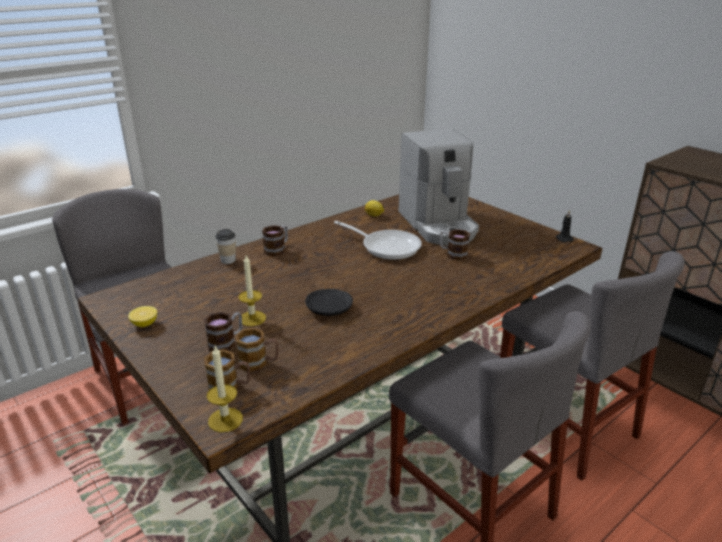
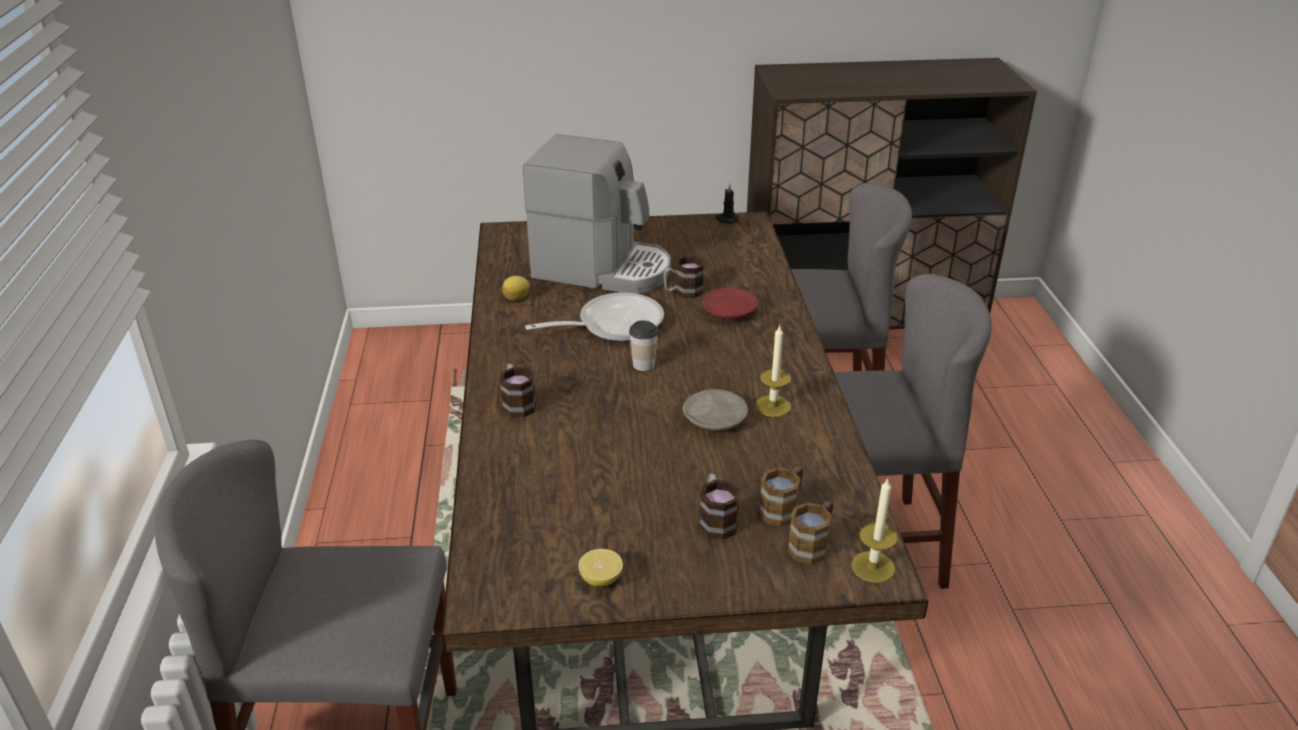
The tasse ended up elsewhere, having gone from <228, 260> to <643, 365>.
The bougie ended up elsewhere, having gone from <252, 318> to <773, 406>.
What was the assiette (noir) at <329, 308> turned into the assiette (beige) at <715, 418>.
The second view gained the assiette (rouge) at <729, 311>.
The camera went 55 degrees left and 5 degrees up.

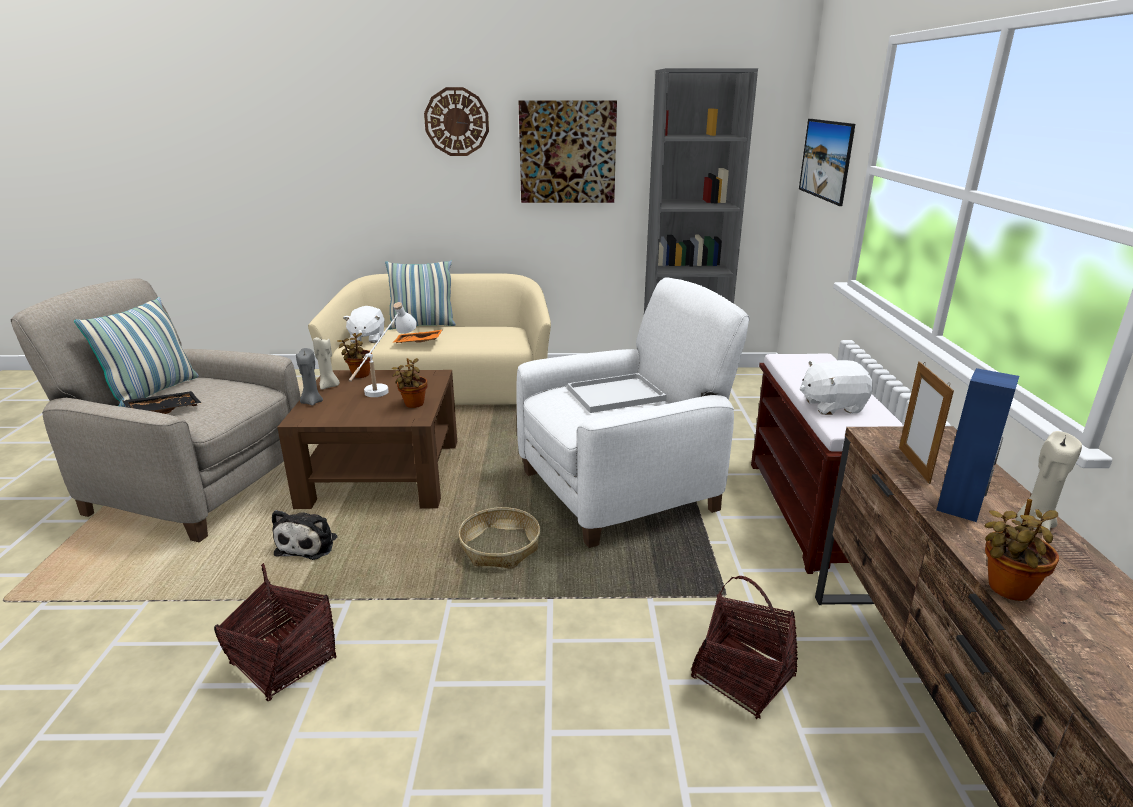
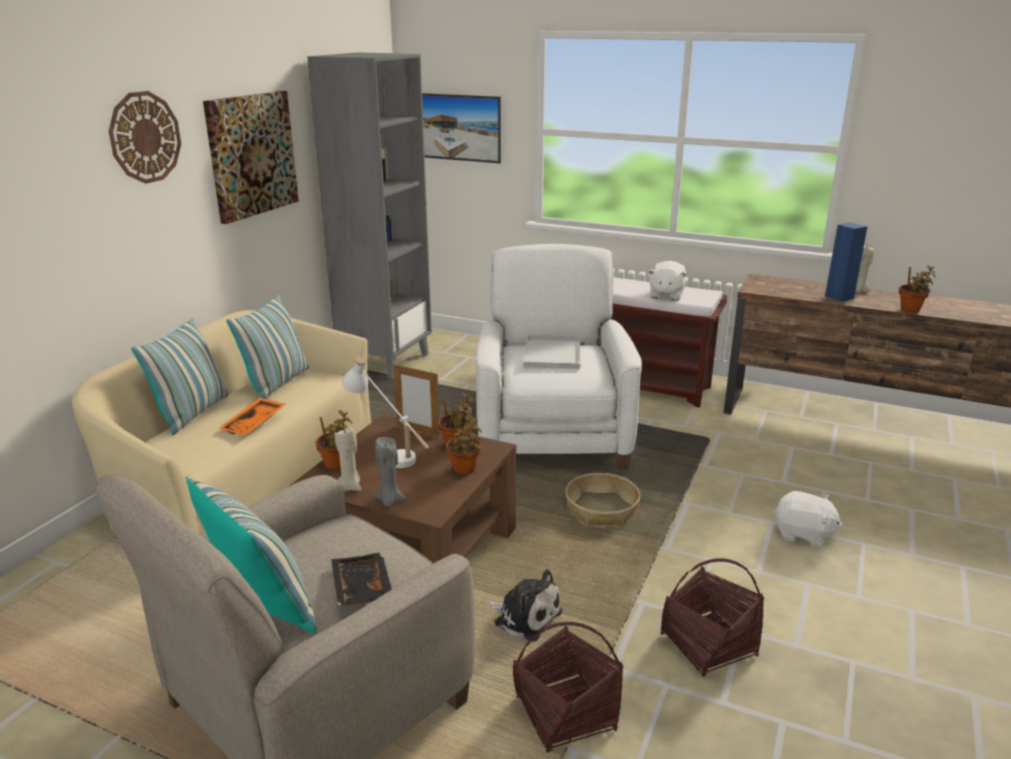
The peluche (blanc) ended up elsewhere, having gone from <367, 338> to <803, 534>.
The panier ended up elsewhere, having gone from <743, 678> to <566, 714>.
The cadre photo ended up elsewhere, having gone from <914, 465> to <418, 431>.
The second view gained the coussin at <277, 383>.
The second view gained the plante en pot at <464, 470>.
The camera went 65 degrees left and 0 degrees up.

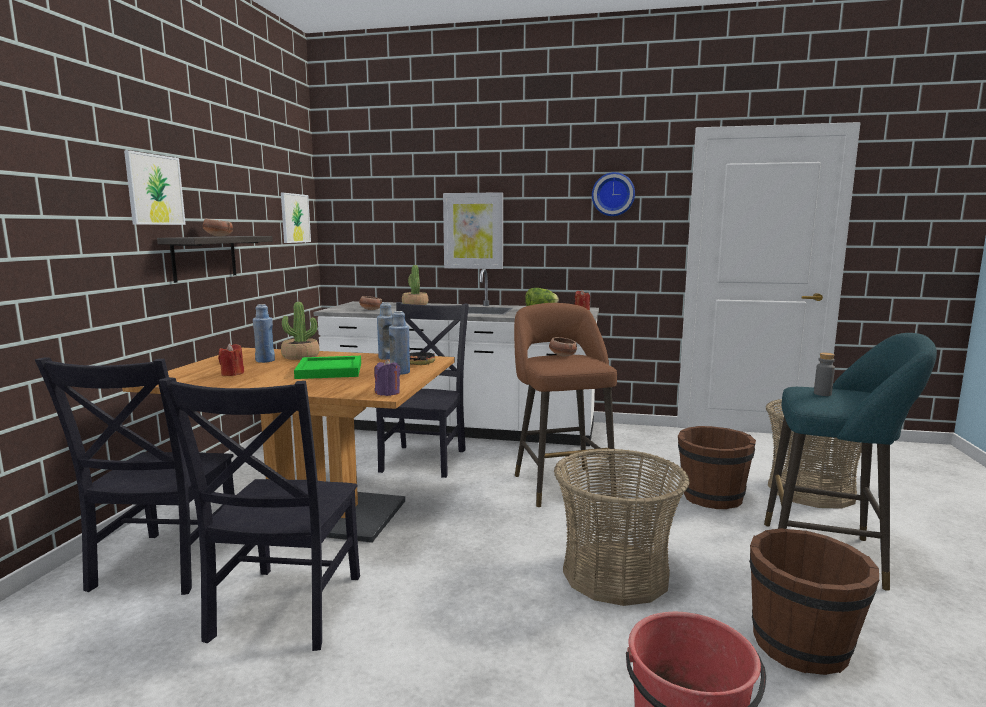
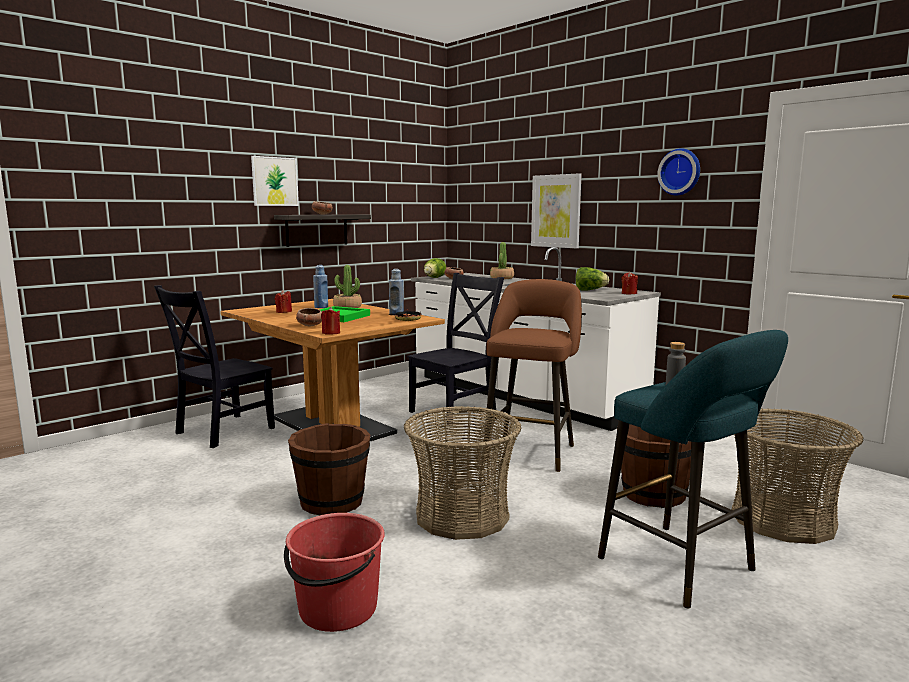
The second view lost the chaise (noir) at <284, 611>.
The second view lost the tableau at <295, 218>.
What was the bougie (violet) at <387, 393> turned into the bougie (rouge) at <331, 333>.
The second view lost the bouteille (bleu) at <400, 372>.
The bol ended up elsewhere, having gone from <562, 355> to <310, 325>.
The seau (marron) ended up elsewhere, having gone from <802, 645> to <332, 502>.
The second view gained the laitue at <434, 278>.
The camera went 35 degrees right and 0 degrees up.

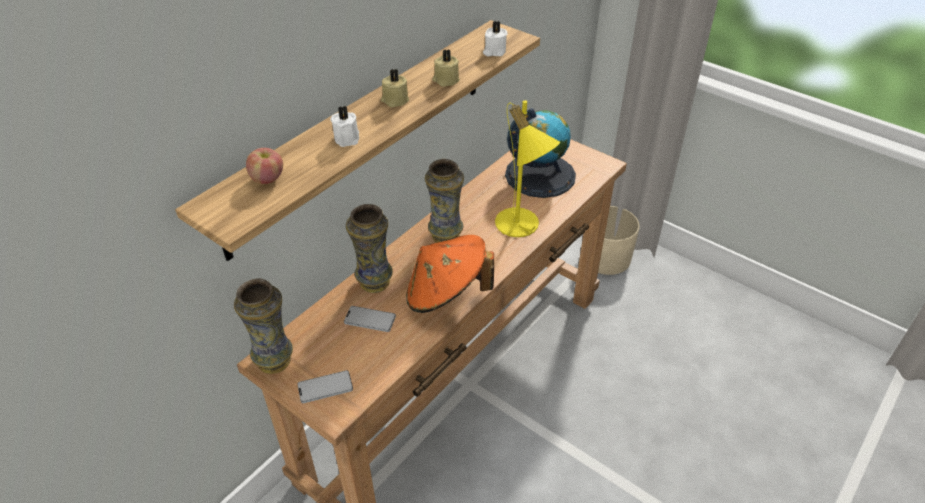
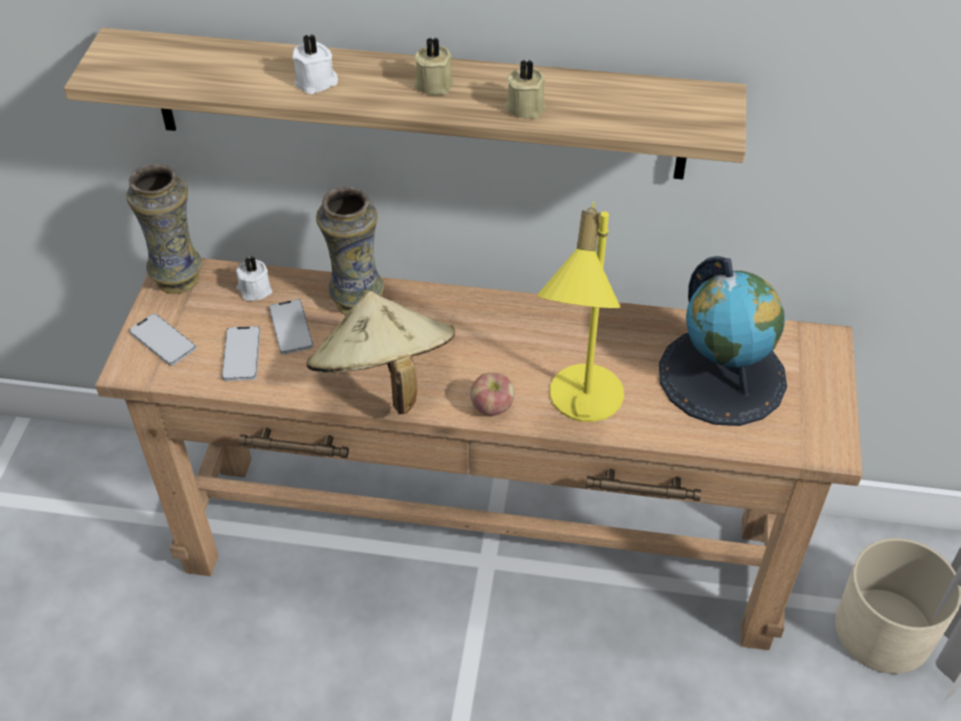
The pomme ended up elsewhere, having gone from <267, 178> to <492, 407>.
What was the chapeau (orange) at <446, 294> turned into the chapeau (beige) at <383, 380>.
The second view lost the vase at <445, 235>.
The bougie (blanc) ended up elsewhere, having gone from <494, 51> to <254, 290>.
The second view gained the téléphone at <241, 354>.
The camera went 60 degrees right and 5 degrees up.

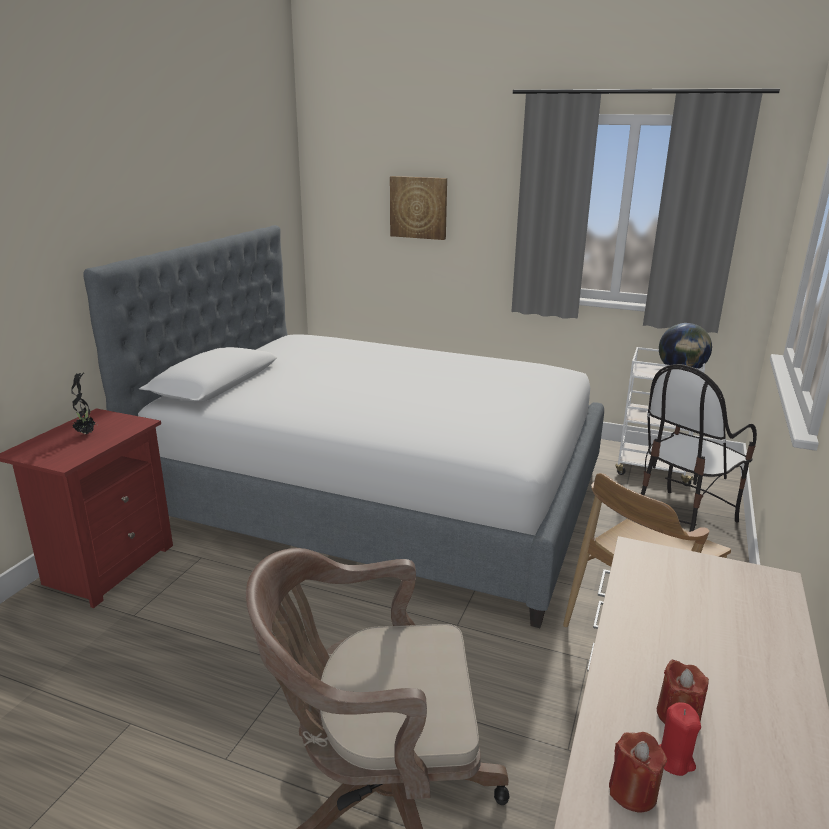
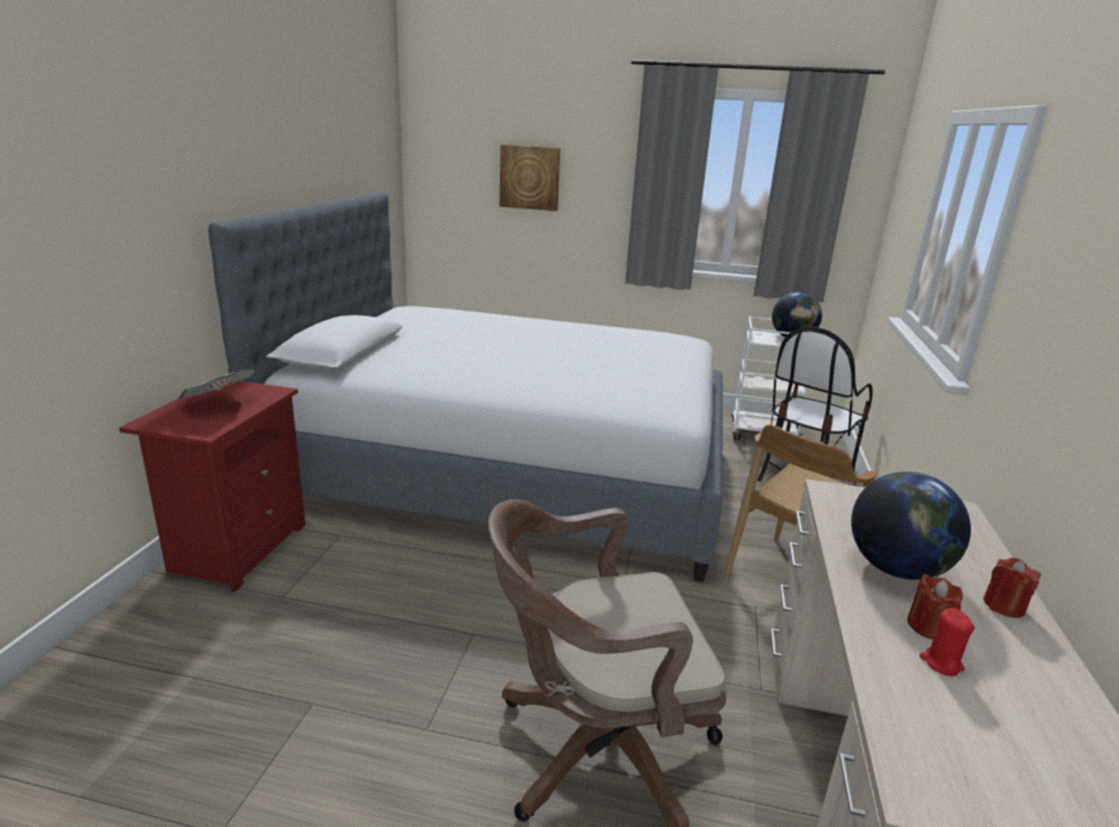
Where the plante en pot stood at <86, 433>, the journal came to stand at <219, 403>.
The bougie (rouge) ended up elsewhere, having gone from <633, 791> to <1004, 606>.
The second view gained the globe at <896, 568>.
The camera went 10 degrees left and 0 degrees up.

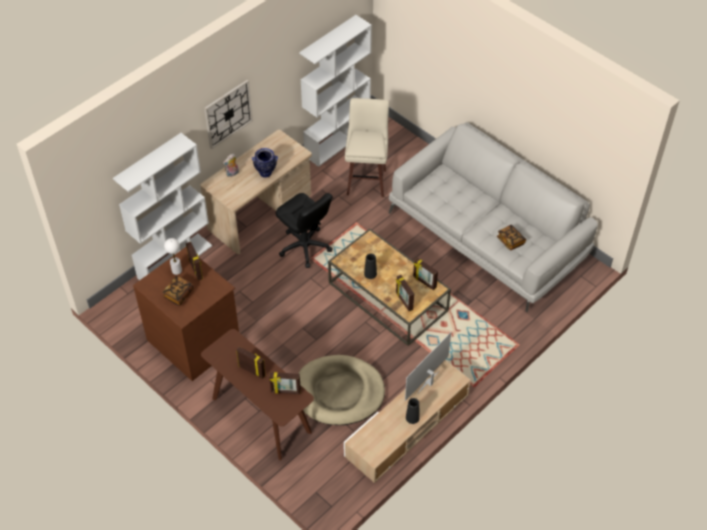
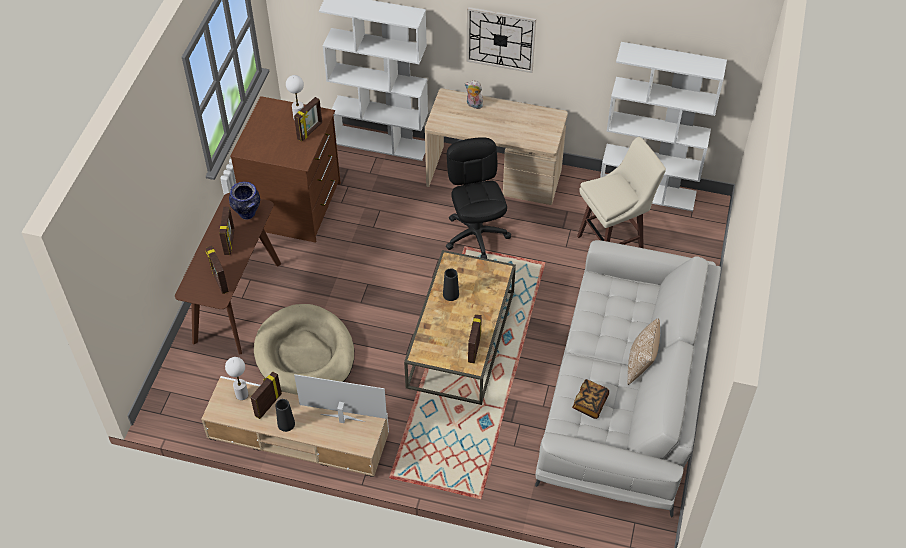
The second view lost the livre at <178, 295>.
The vase ended up elsewhere, having gone from <266, 173> to <247, 214>.
The chaise de bureau (noir) at <305, 247> ended up facing another way, 150 degrees clockwise from before.
The cadre photo ended up elsewhere, having gone from <404, 301> to <267, 405>.
The second view gained the lampe de table (blanc) at <242, 394>.
The second view gained the coussin at <640, 365>.
The camera went 60 degrees right and 0 degrees up.

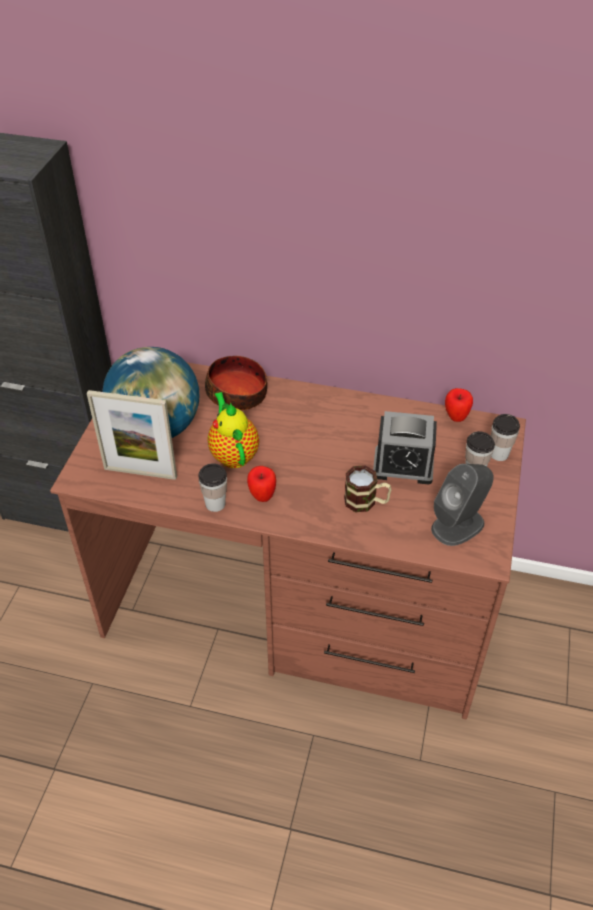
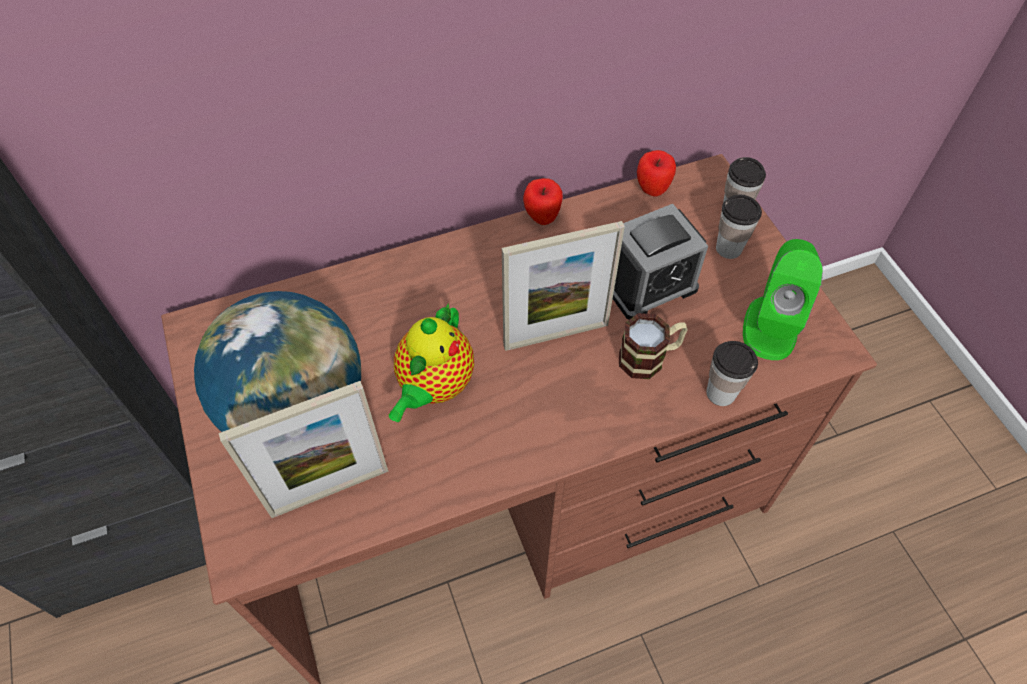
The tasse ended up elsewhere, having gone from <215, 504> to <721, 393>.
The second view lost the bol at <237, 394>.
The théière at <233, 454> ended up facing another way, 105 degrees counterclockwise from before.
The pomme ended up elsewhere, having gone from <262, 496> to <542, 219>.
What was the enceinte (gris) at <458, 525> turned into the enceinte (vert) at <770, 326>.
The second view gained the cadre photo at <556, 335>.
The camera went 35 degrees left and 10 degrees up.

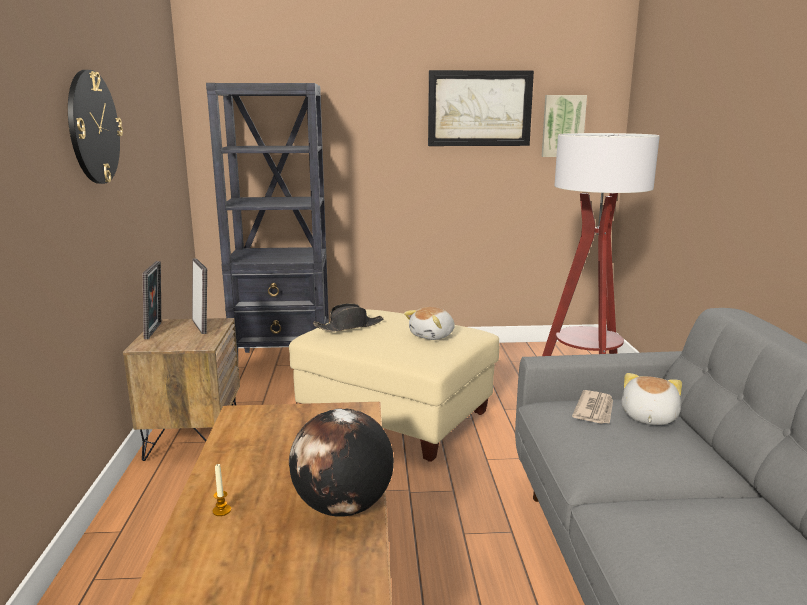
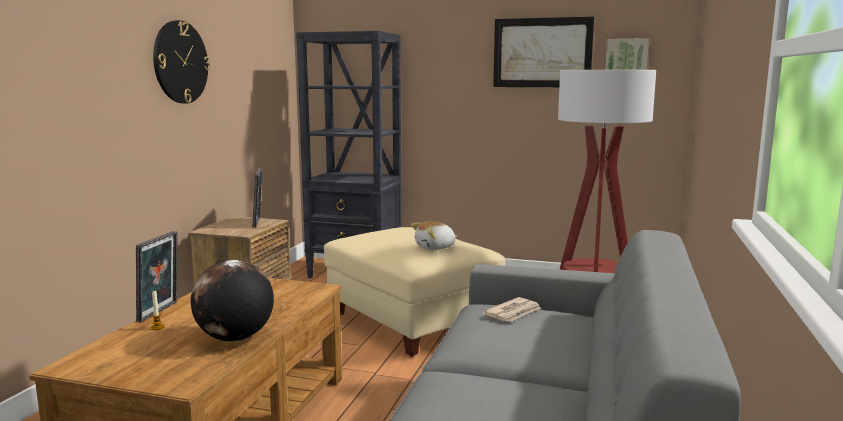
The cadre photo ended up elsewhere, having gone from <156, 330> to <160, 312>.
The second view lost the chapeau (noir) at <349, 326>.
The second view lost the peluche at <647, 417>.
The camera went 20 degrees right and 5 degrees down.

